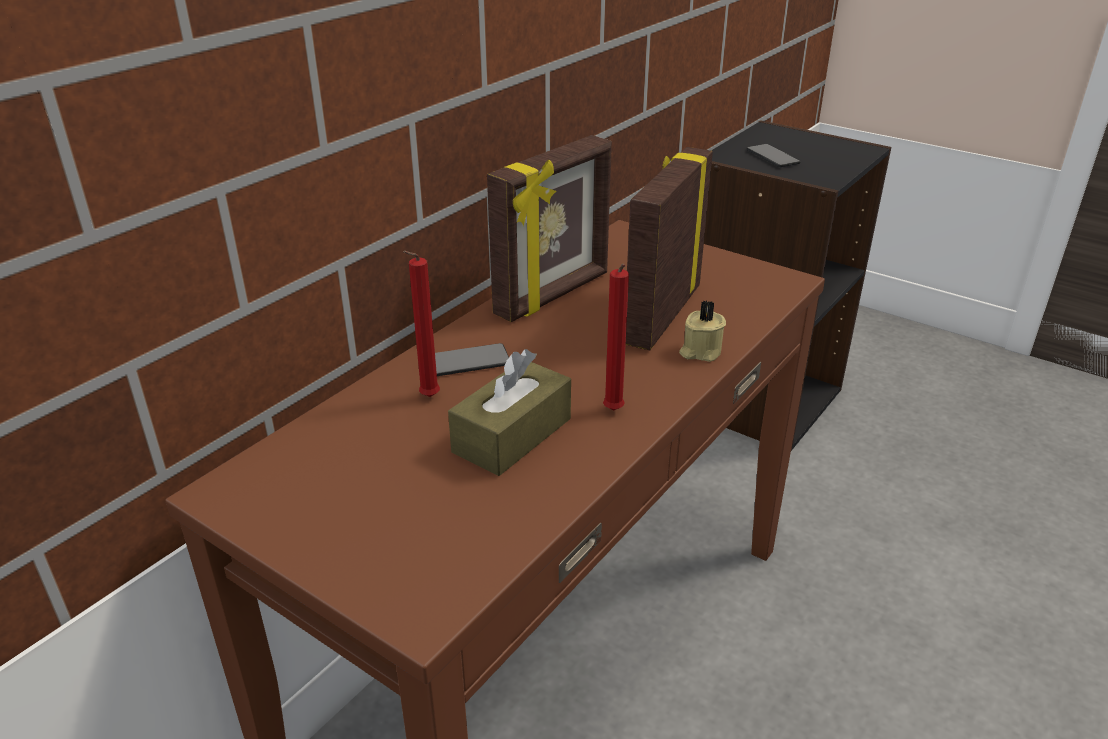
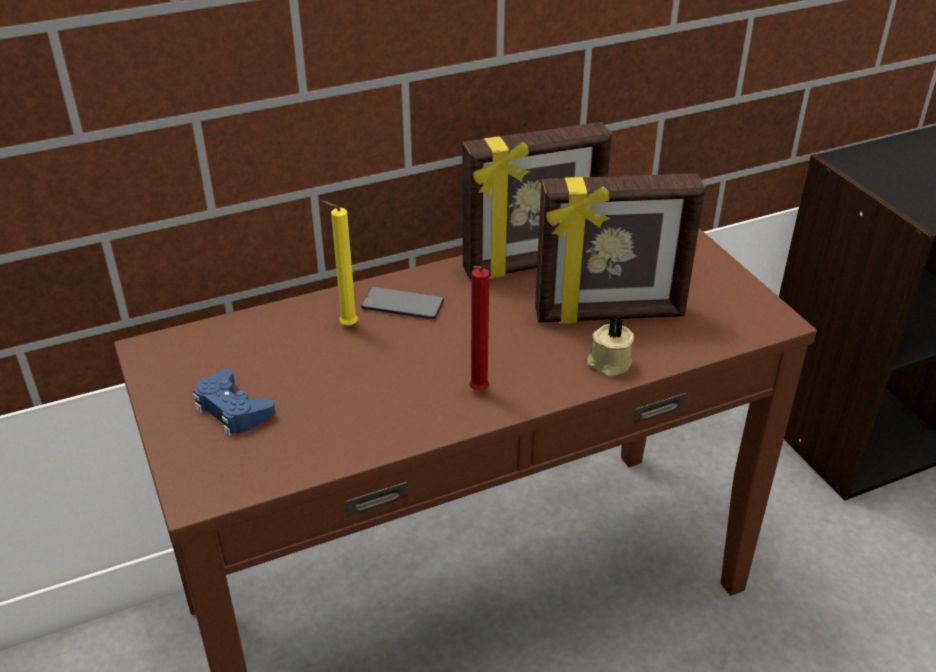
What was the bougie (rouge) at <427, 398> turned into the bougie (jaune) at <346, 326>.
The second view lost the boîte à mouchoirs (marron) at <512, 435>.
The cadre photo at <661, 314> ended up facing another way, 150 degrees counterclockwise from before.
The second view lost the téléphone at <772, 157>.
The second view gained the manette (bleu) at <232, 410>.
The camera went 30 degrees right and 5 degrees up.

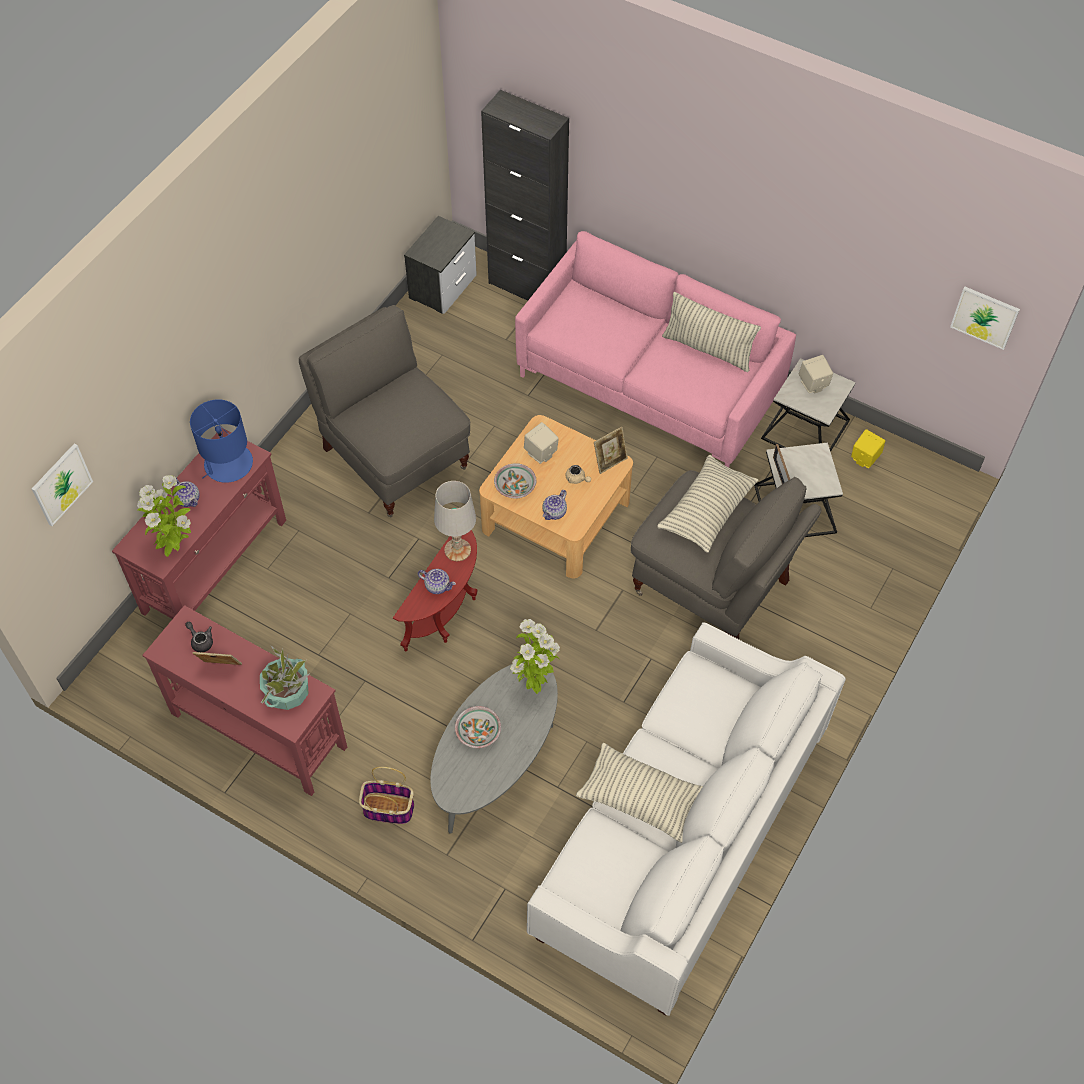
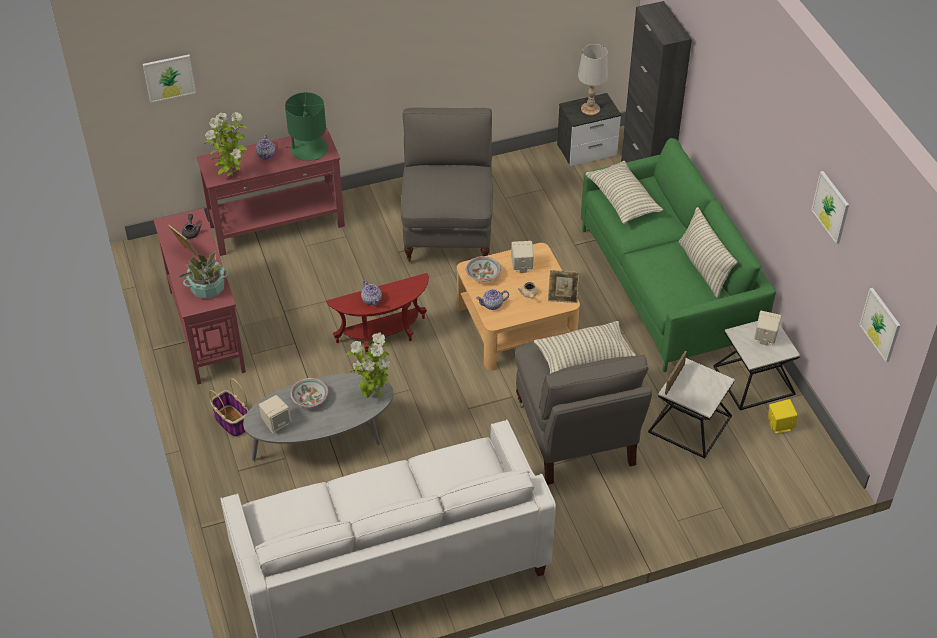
What was the lampe de table (bleu) at <228, 464> turned into the lampe de table (vert) at <308, 149>.
The lampe de table (blanc) ended up elsewhere, having gone from <457, 549> to <590, 108>.
What was the canapé (rose) at <650, 384> turned into the canapé (vert) at <668, 286>.
The coussin ended up elsewhere, having gone from <640, 799> to <622, 200>.
The second view gained the enceinte (beige) at <276, 423>.
The second view gained the tableau at <831, 207>.
The camera went 40 degrees right and 10 degrees down.

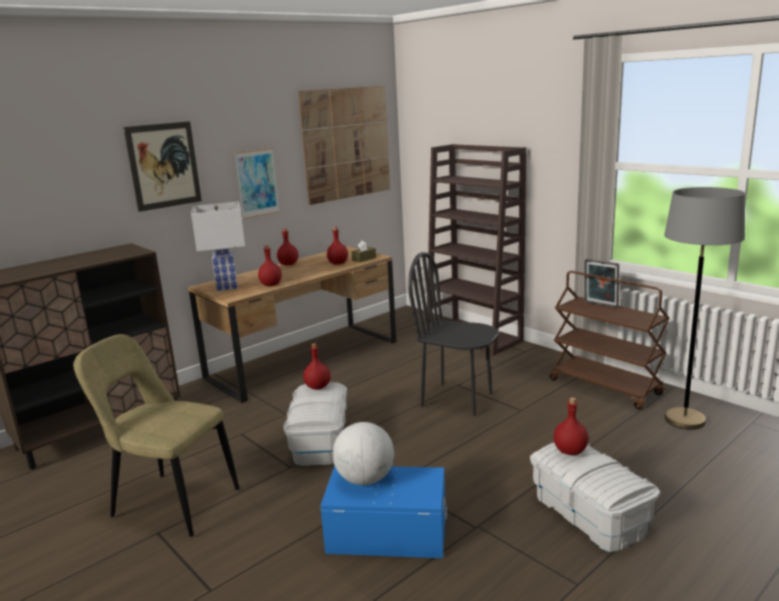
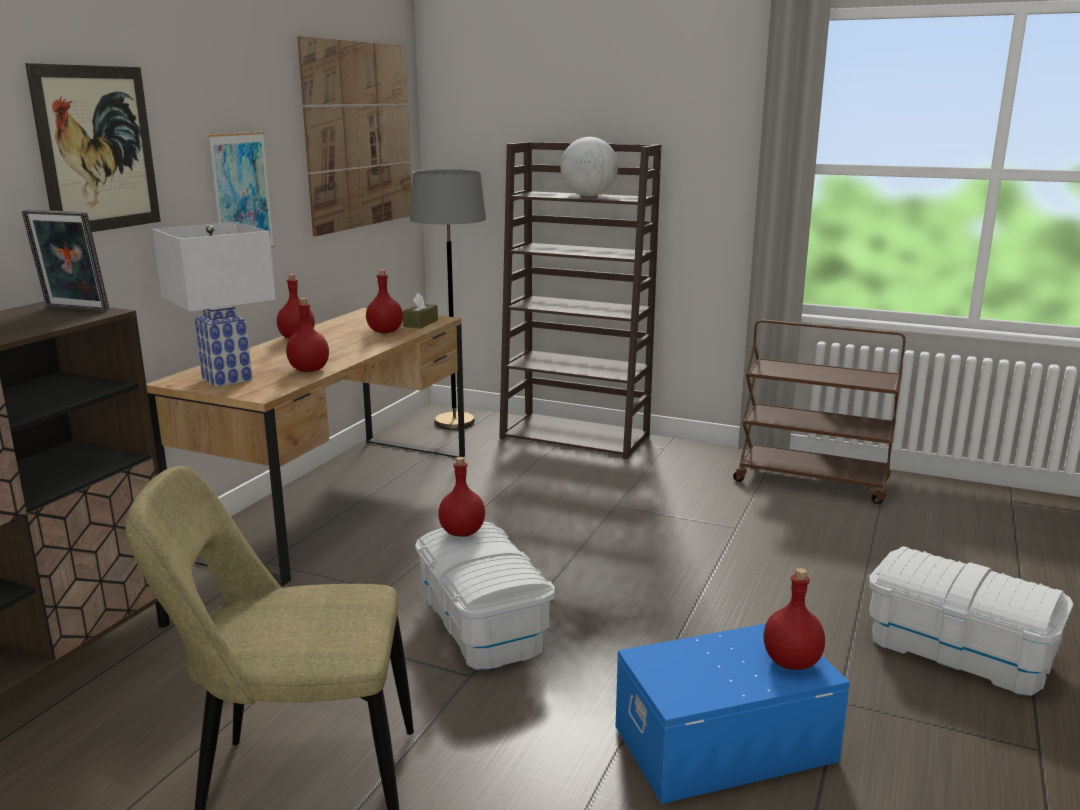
The globe ended up elsewhere, having gone from <365, 479> to <588, 196>.
The second view lost the chaise (noir) at <457, 399>.
The bouteille (rouge) ended up elsewhere, having gone from <570, 451> to <792, 662>.
The cadre photo ended up elsewhere, having gone from <600, 305> to <74, 309>.
The lampadaire (gris) ended up elsewhere, having gone from <684, 420> to <454, 422>.
The camera went 25 degrees left and 0 degrees up.

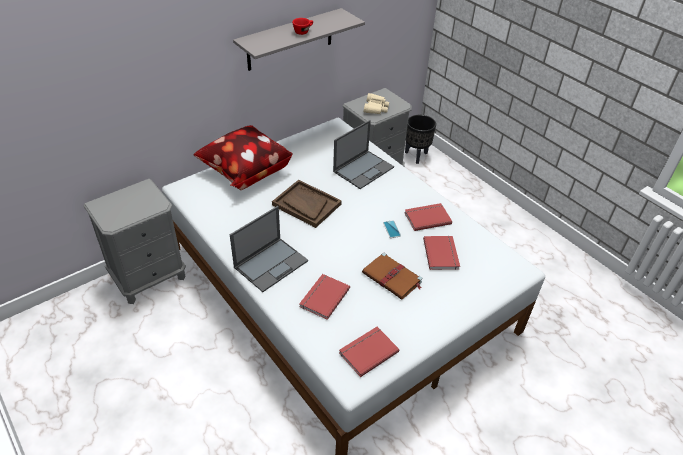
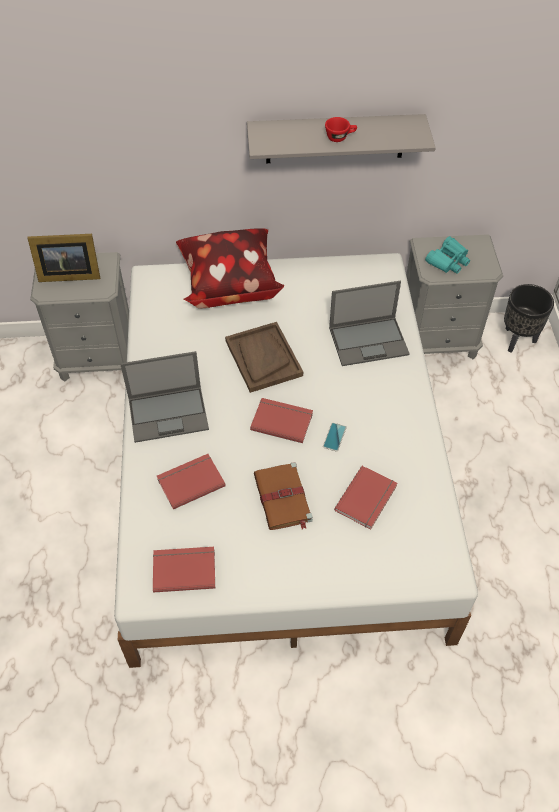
What was the jumelles (beige) at <375, 108> turned into the jumelles (turquoise) at <448, 261>.
The livre (rouge) ended up elsewhere, having gone from <427, 217> to <282, 420>.
The second view gained the cadre photo at <68, 274>.
The camera went 35 degrees right and 10 degrees up.

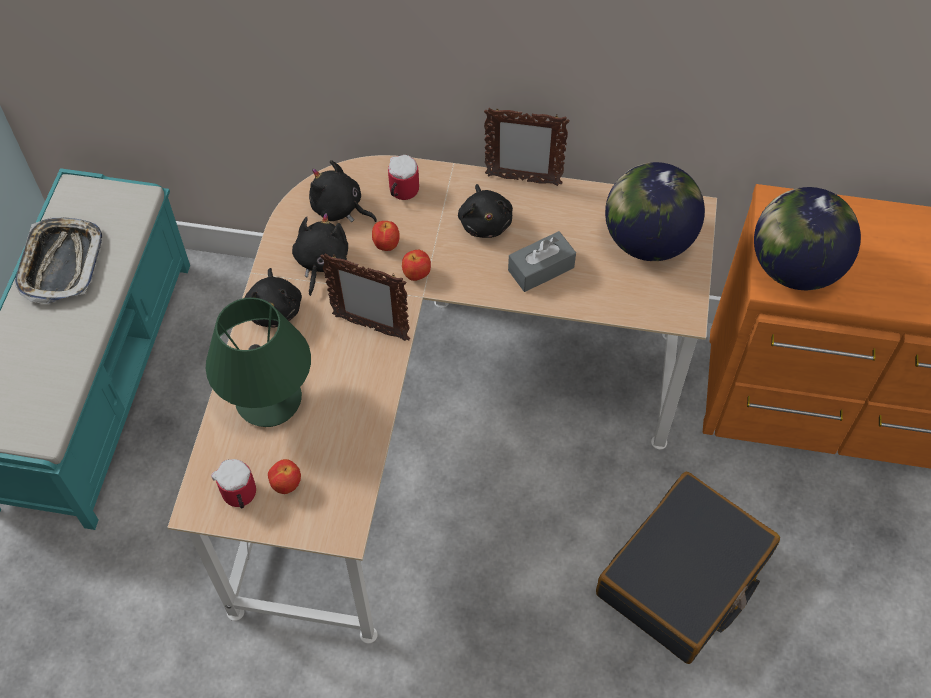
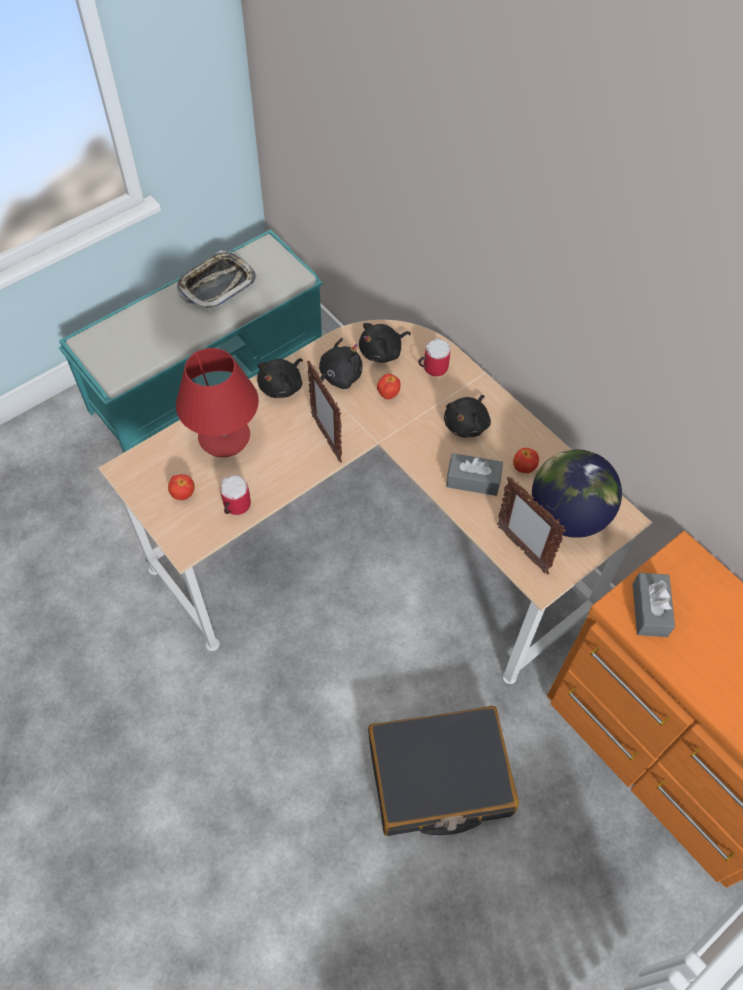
What was the lampe de table (vert) at <268, 400> turned into the lampe de table (rouge) at <223, 437>.
The mug ended up elsewhere, having gone from <239, 497> to <234, 506>.
The peluche (noir) at <339, 208> ended up facing another way, 105 degrees counterclockwise from before.
The pomme ended up elsewhere, having gone from <417, 275> to <523, 468>.
The cadre photo ended up elsewhere, having gone from <522, 180> to <521, 549>.
Where the globe stood at <794, 269>, the boîte à mouchoirs (gris) came to stand at <649, 610>.
The camera went 40 degrees right and 0 degrees up.

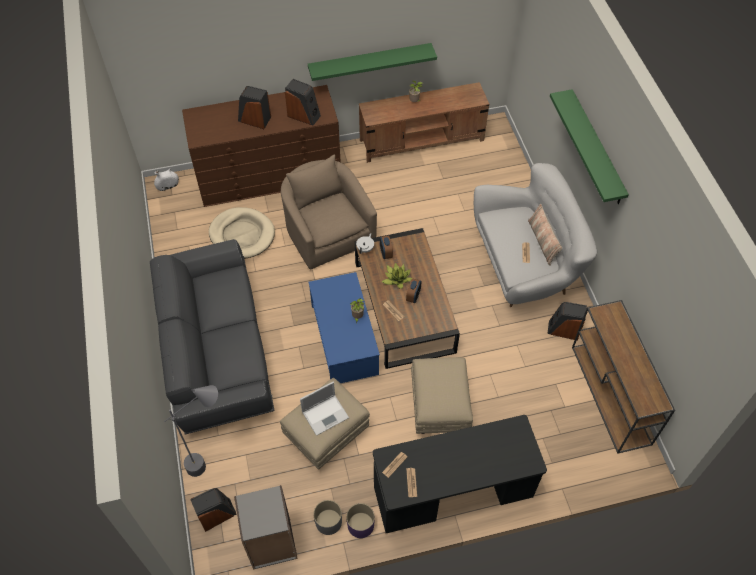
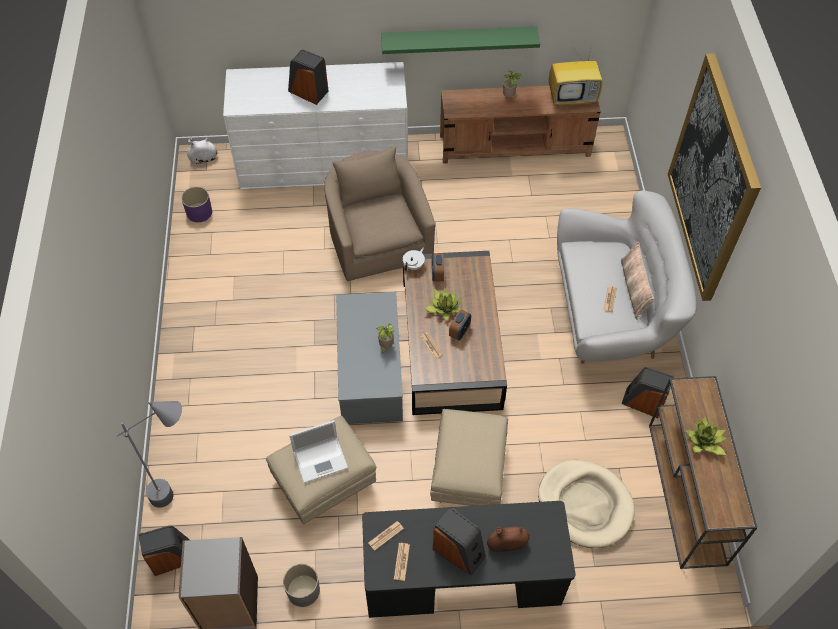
The second view lost the canapé (gris) at <216, 349>.
What was the commode (marron) at <269, 175> turned into the commode (blanc) at <324, 162>.
The panier pour chien (beige) ended up elsewhere, having gone from <242, 235> to <585, 505>.
The enceinte ended up elsewhere, having gone from <304, 115> to <459, 551>.
What was the table basse (bleu) at <344, 339> turned into the table basse (gris) at <370, 371>.
The cache-pot (violet) ended up elsewhere, having gone from <360, 525> to <199, 212>.
Where the étagère (vert) hung at <596, 148>, the tableau came to hang at <712, 180>.
The second view gained the vase (marron) at <507, 544>.
The second view gained the téléviseur at <573, 98>.
The second view gained the plante en pot at <704, 441>.
The camera went 10 degrees right and 0 degrees up.

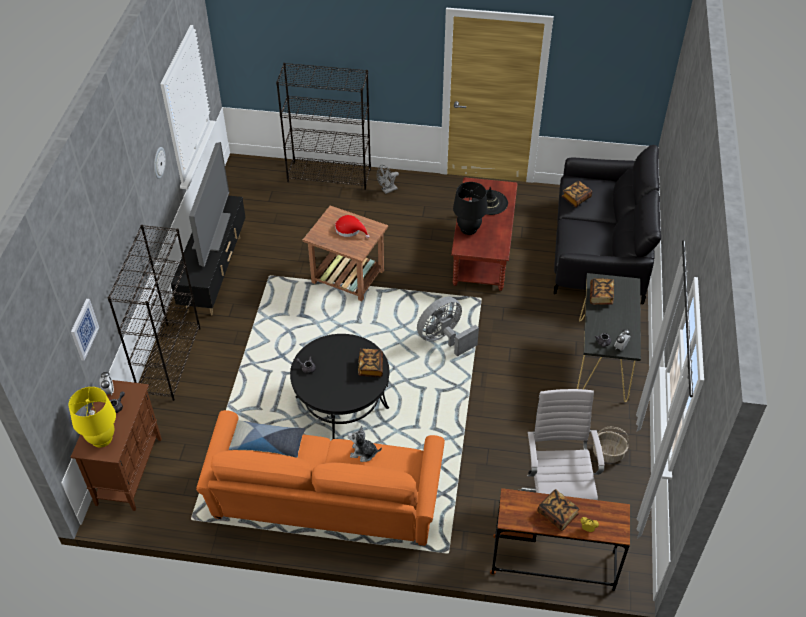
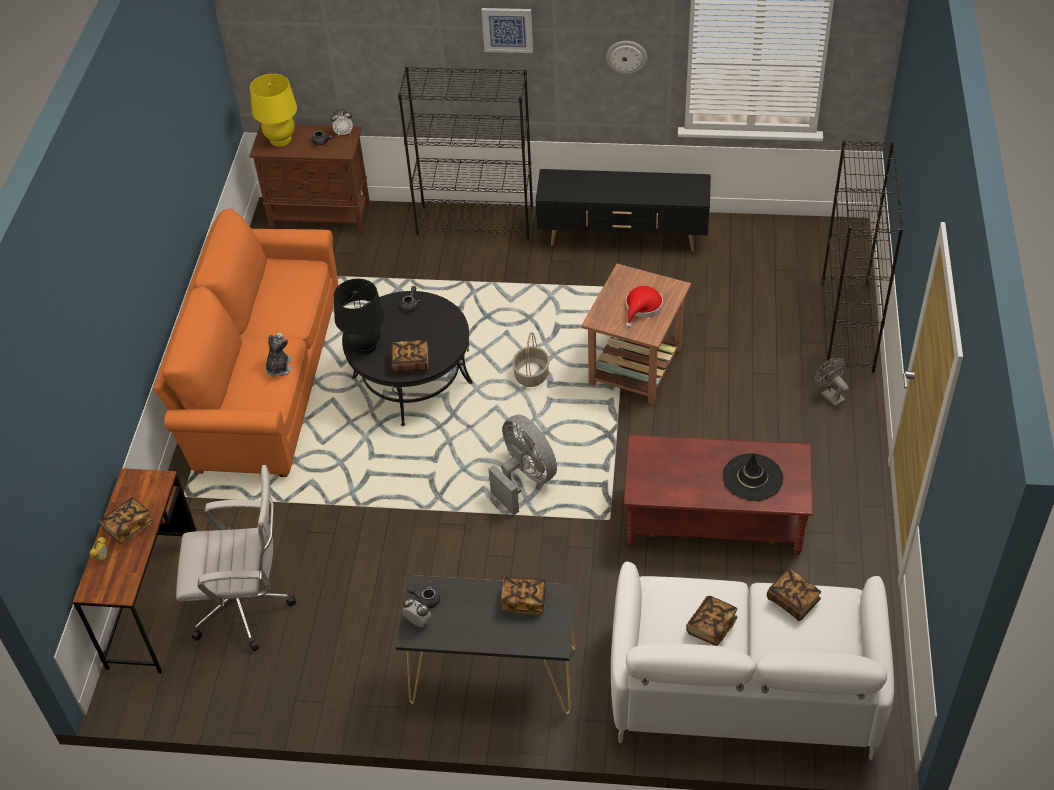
The tableau ended up elsewhere, having gone from <83, 329> to <507, 29>.
The second view lost the téléviseur at <212, 231>.
The second view lost the coussin at <267, 443>.
The lampe de table (noir) ended up elsewhere, having gone from <468, 229> to <364, 345>.
What was the canapé (noir) at <599, 249> turned into the canapé (blanc) at <744, 683>.
The panier ended up elsewhere, having gone from <608, 453> to <531, 375>.
The second view gained the livre at <711, 626>.
The camera went 90 degrees right and 0 degrees up.

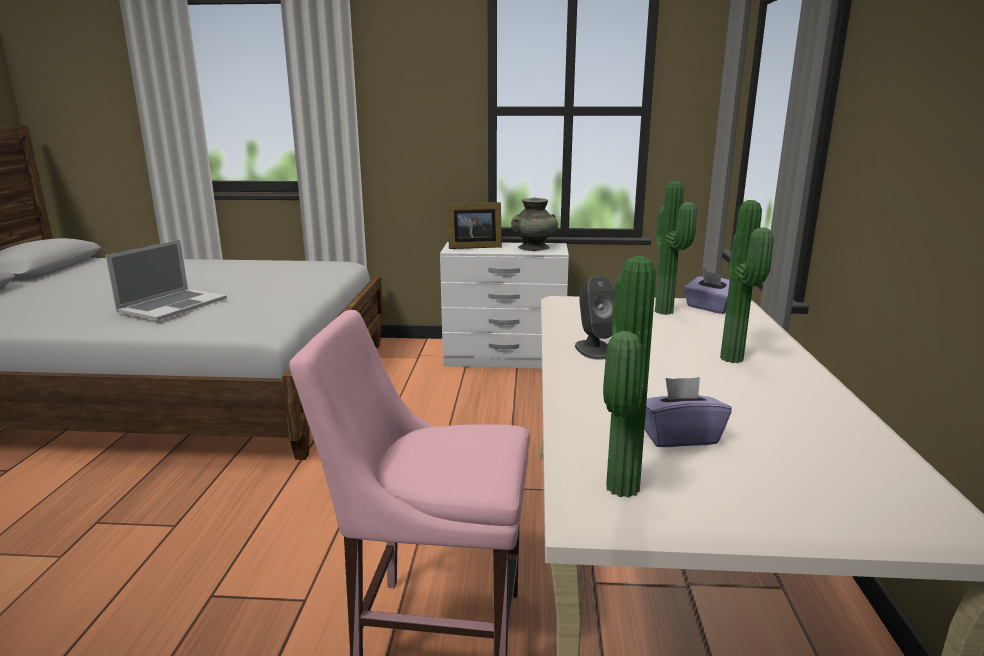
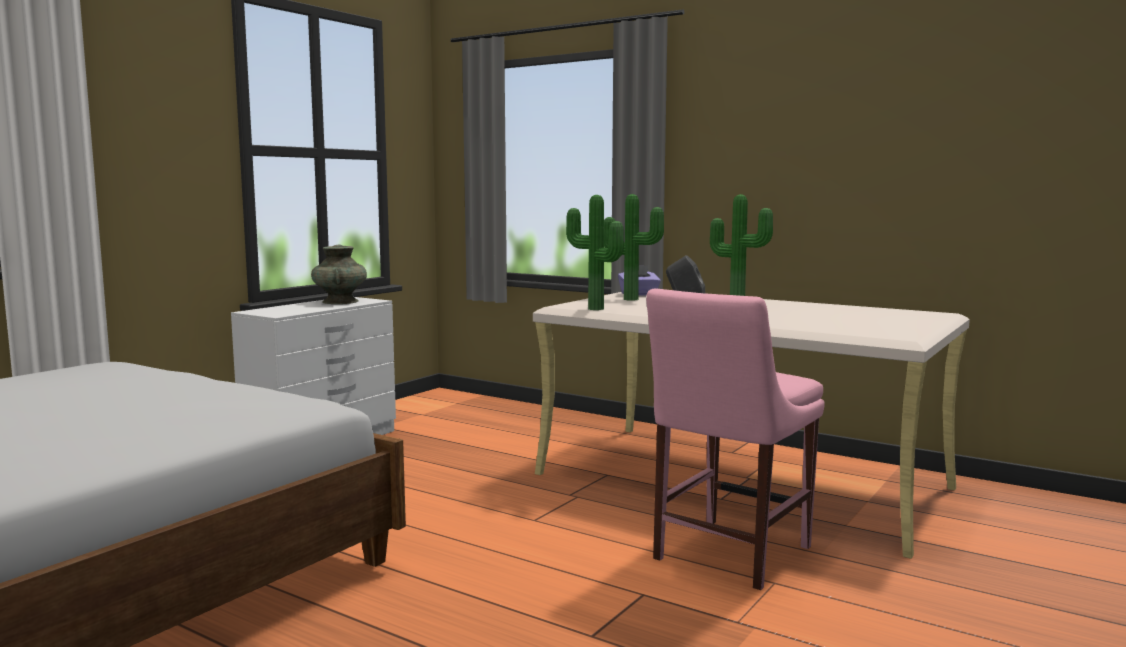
The second view lost the ordinateur portable at <172, 305>.
The second view lost the cadre photo at <472, 246>.
The plante en pot ended up elsewhere, having gone from <615, 487> to <594, 309>.
The second view lost the boîte à mouchoirs (violet) at <679, 437>.
The camera went 60 degrees left and 10 degrees down.

